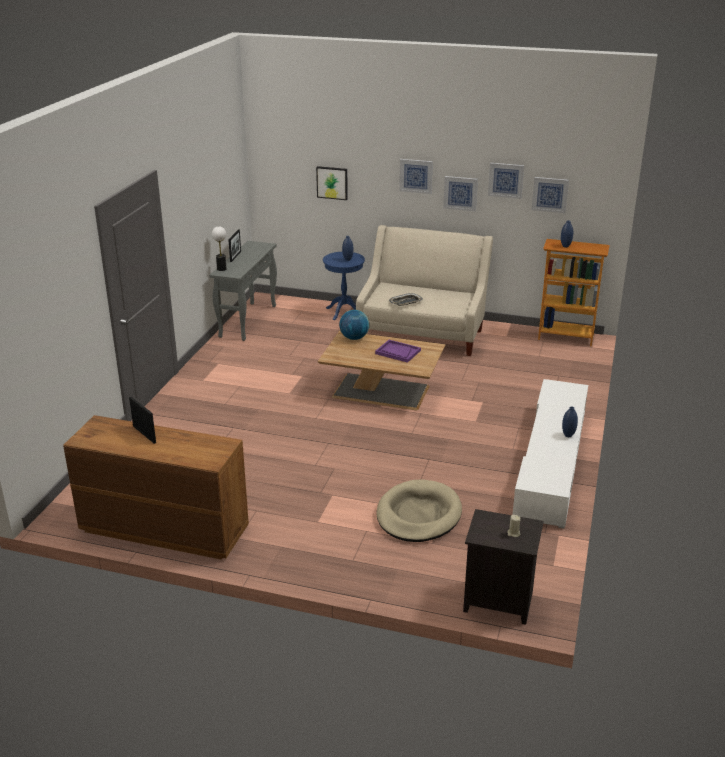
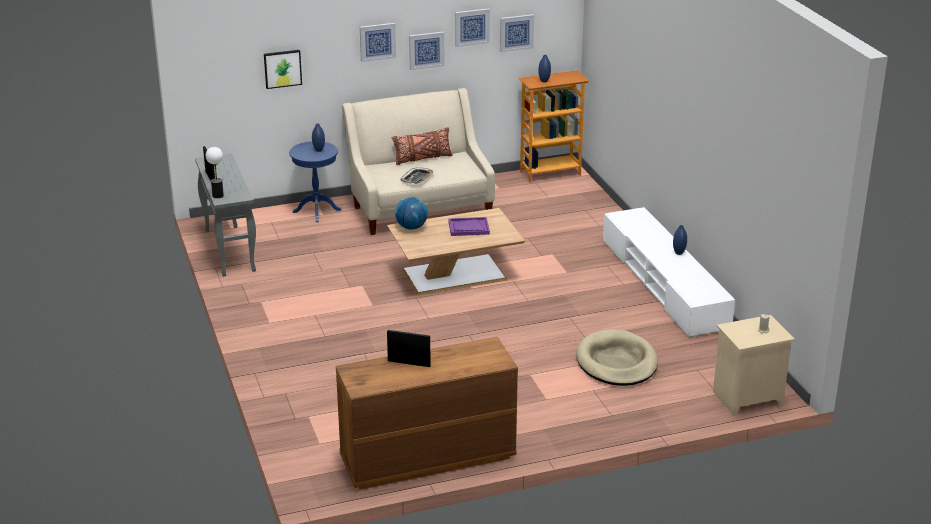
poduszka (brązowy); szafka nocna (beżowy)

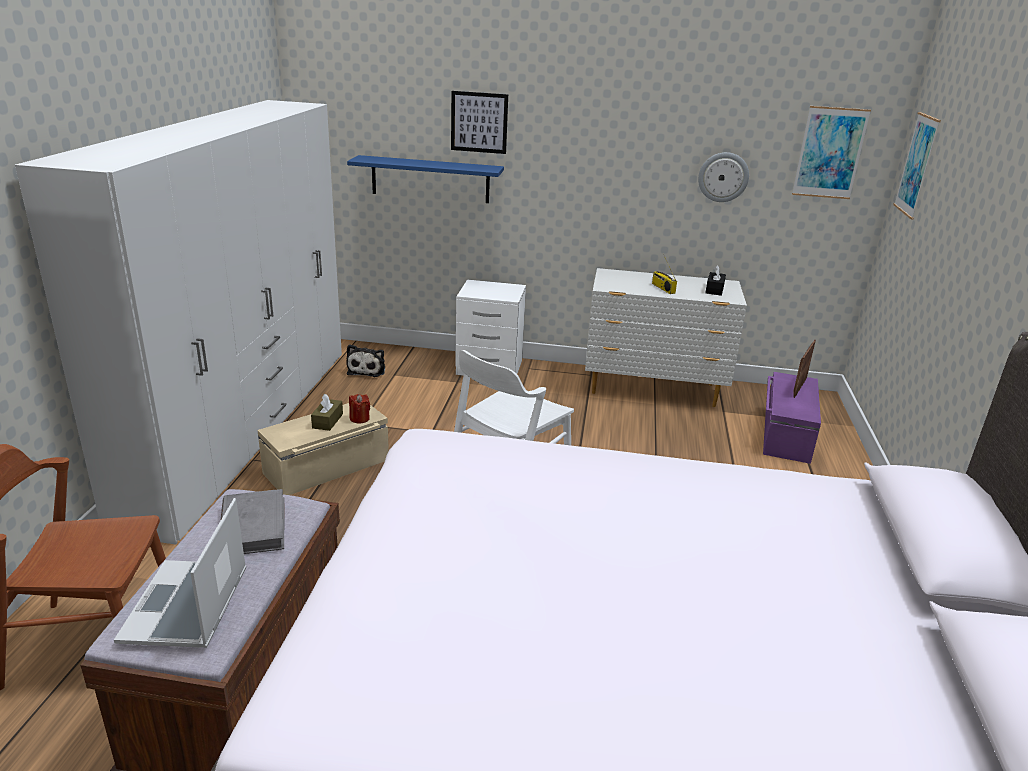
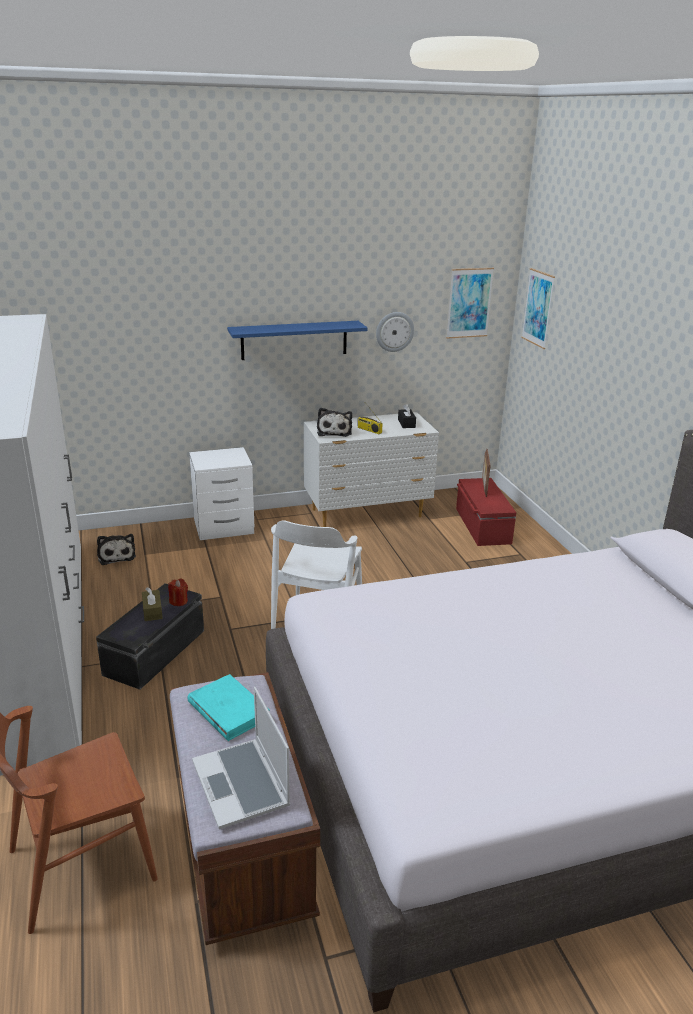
pojemnik do przechowywania (czarny); książka (turkusowy); półka (niebieski); pluszak (no. 2 from left); pojemnik do przechowywania (czerwony); obraz (no. 1 from left in the first image)

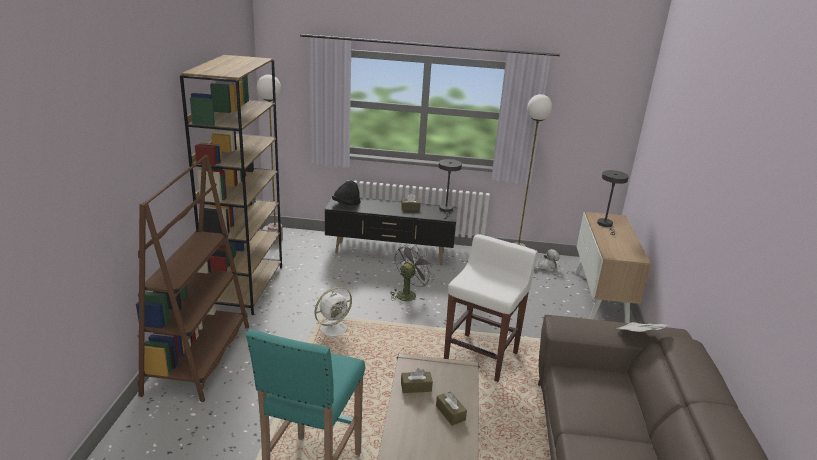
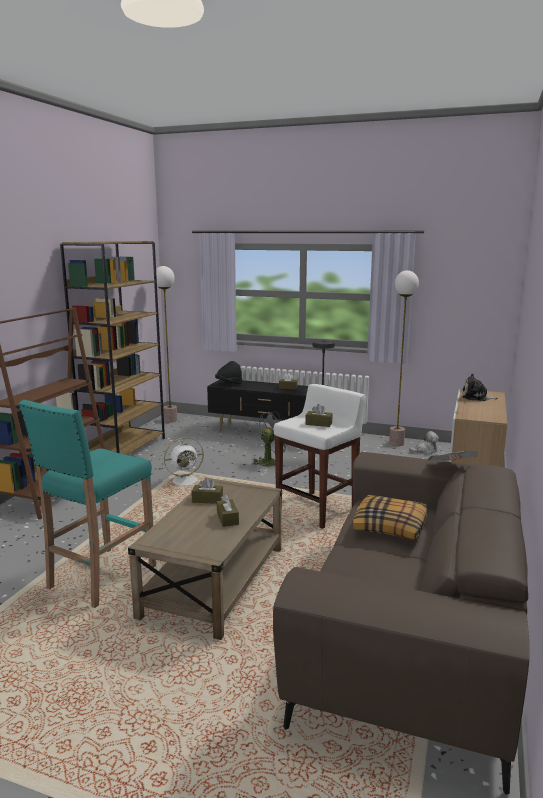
pudełko chusteczek (brązowy) (no. 4 from left); poduszka; pluszak (no. 2 from left)

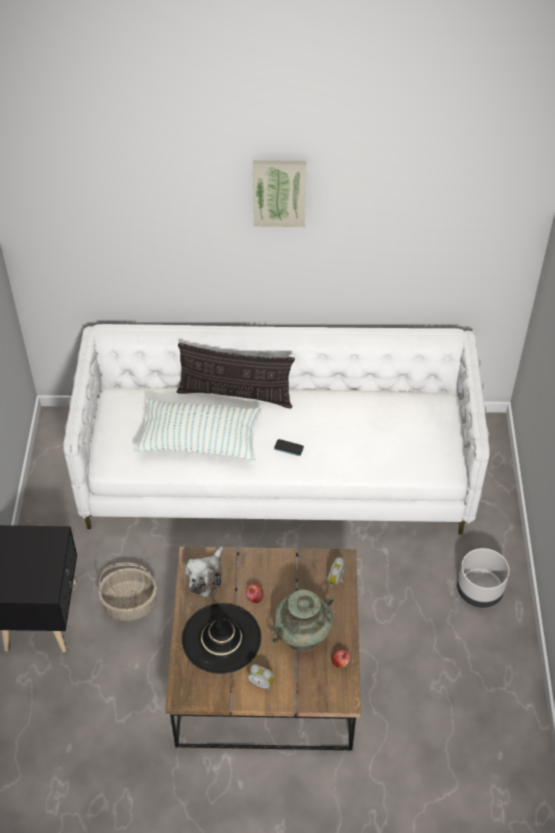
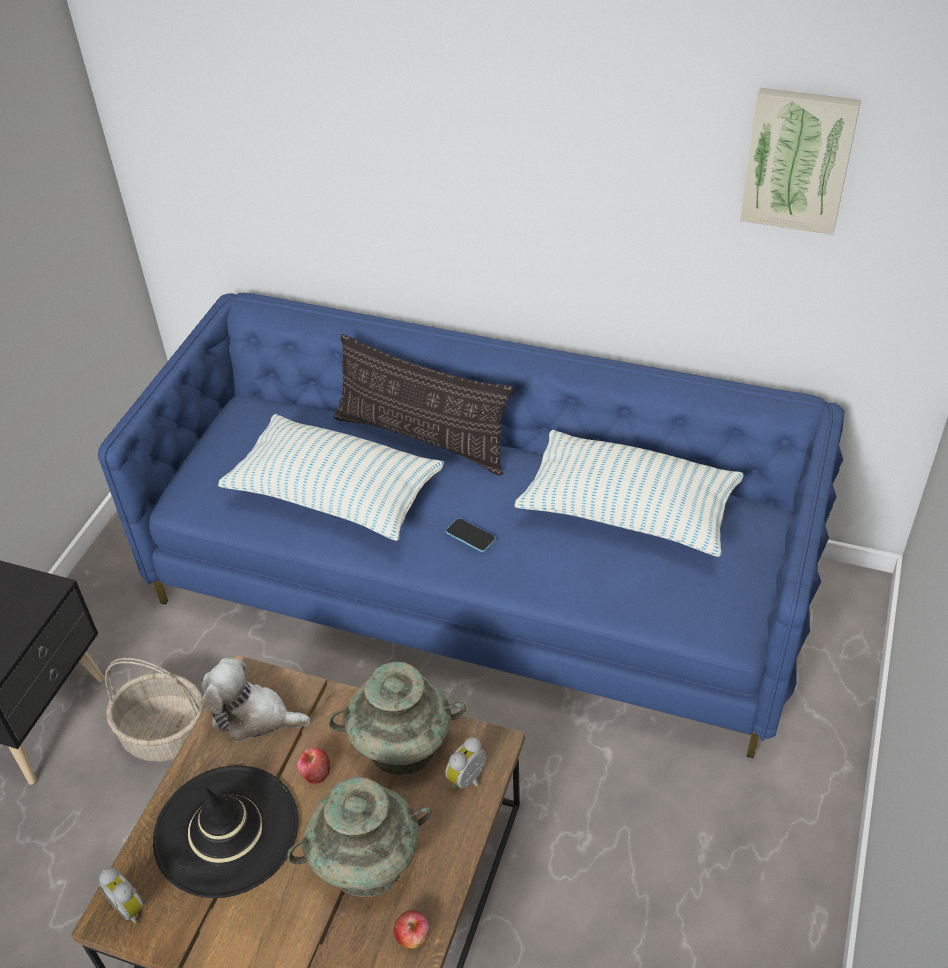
kanapa (niebieski); budzik (no. 1 from left); pluszak; wazon (turkusowy) (no. 2 from left); poduszka (no. 3 from left); obraz; donica (szary)

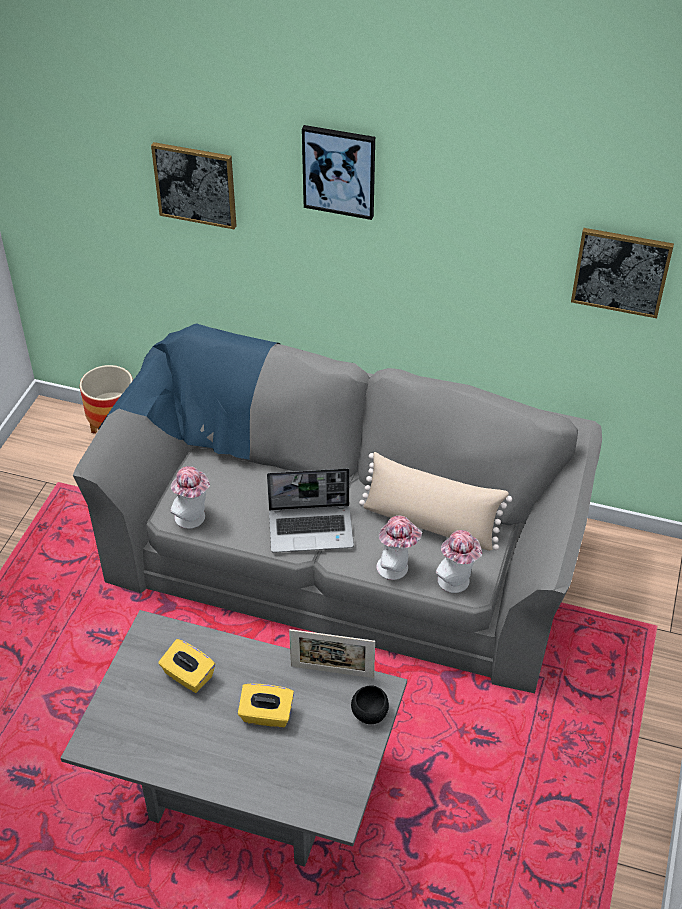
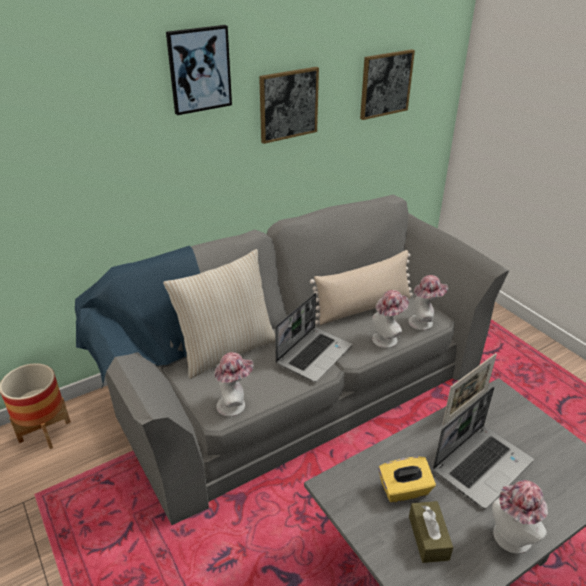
poduszka (beżowy) (no. 1 from left); obraz (no. 2 from left); pudełko chusteczek (brązowy); laptop (no. 2 from left); kapelusz (no. 4 from left); miska (czarny)

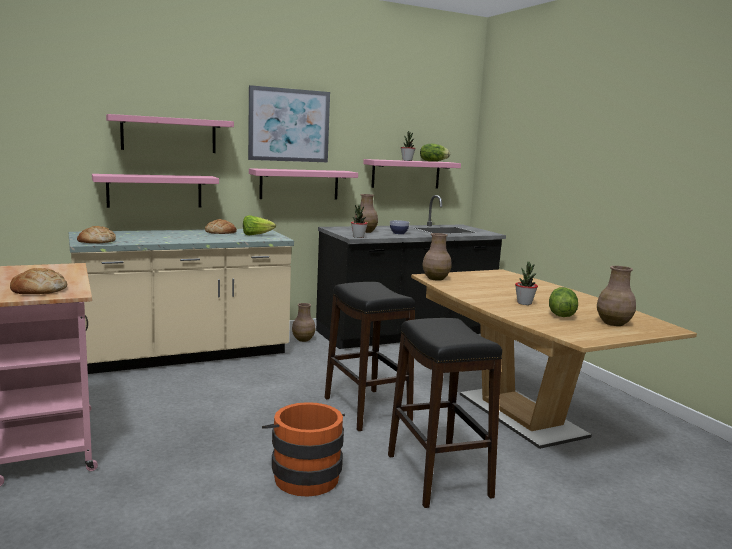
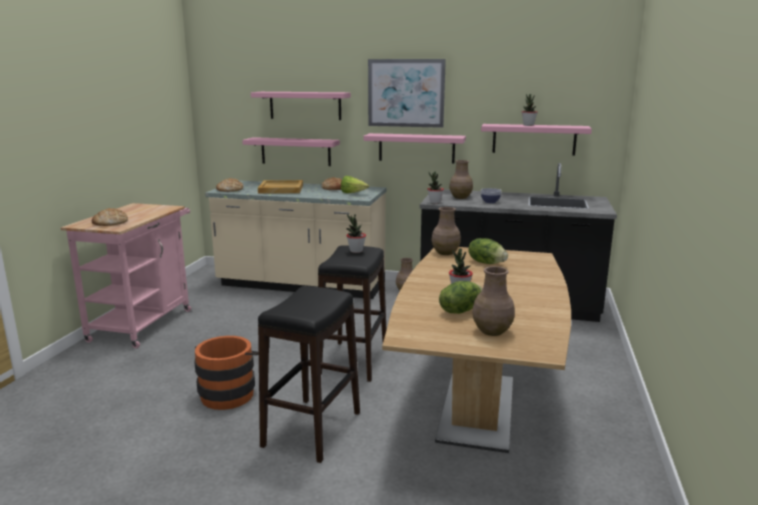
taca (beżowy); roślina doniczkowa (no. 1 from left); sałata (no. 3 from left)

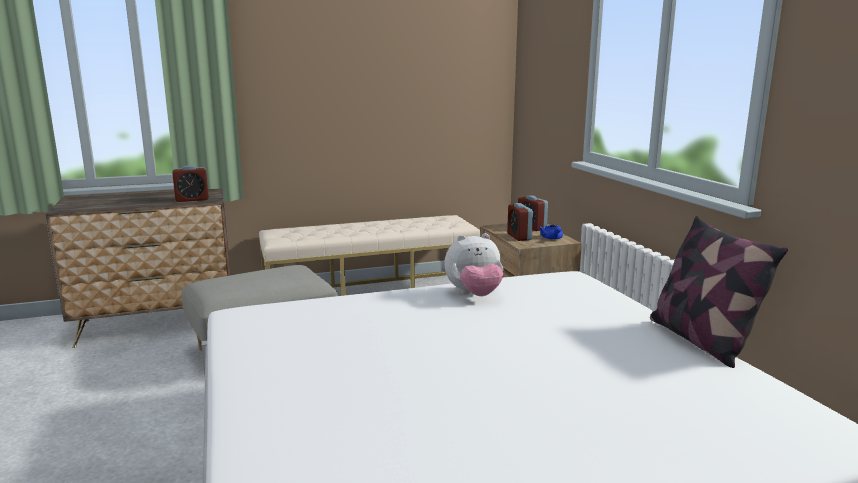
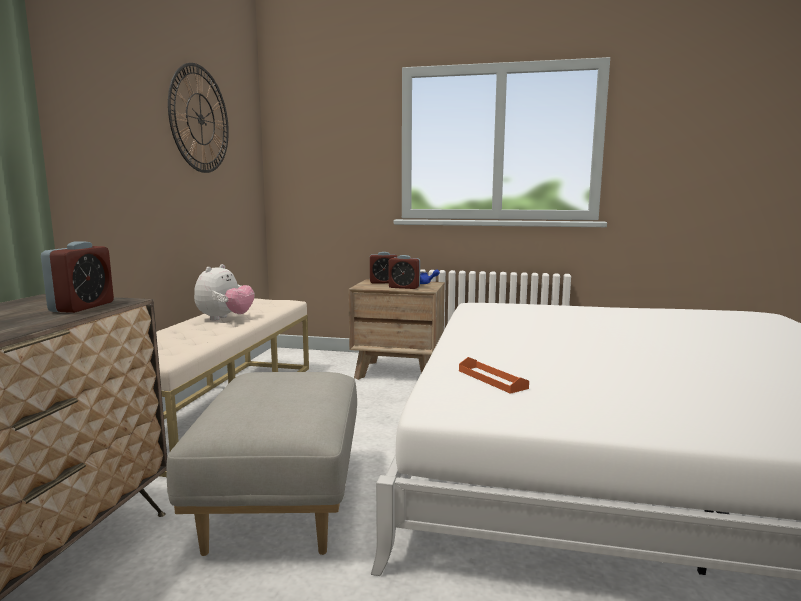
zegar ścienny; pluszak; taca (pomarańczowy); poduszka

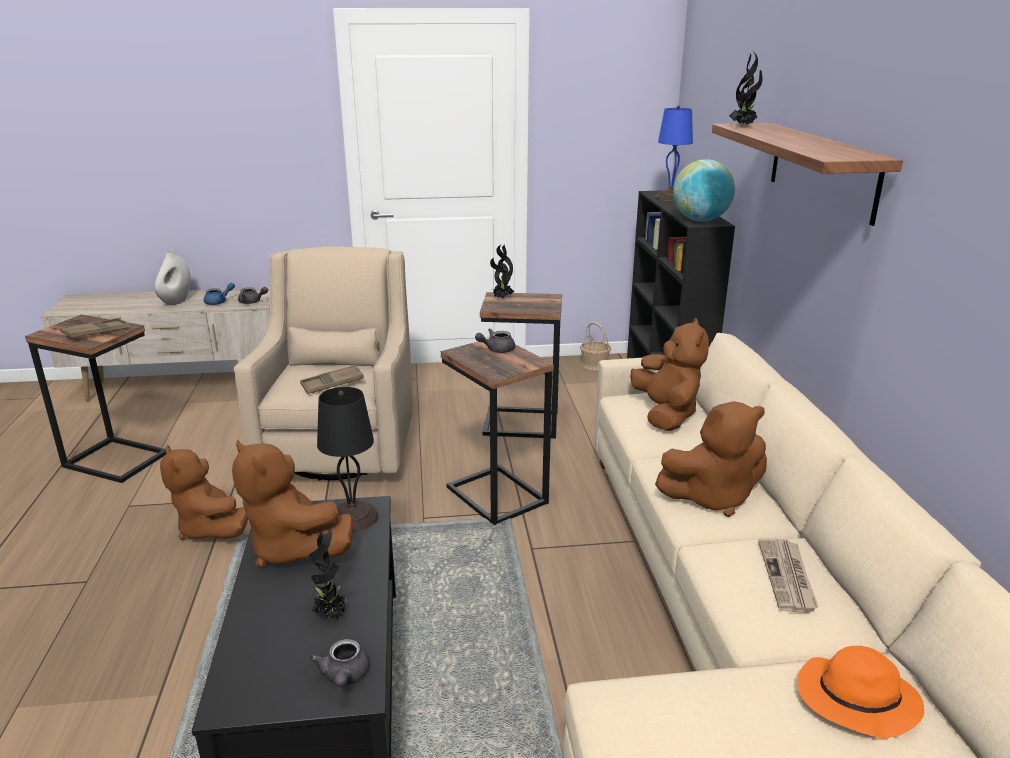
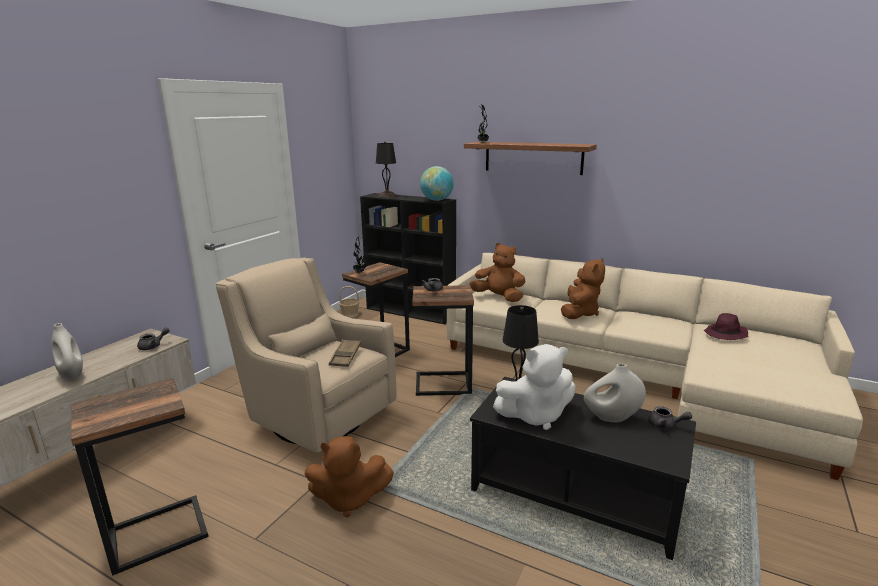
lampa stołowa (czarny) (no. 1 from left); pluszak (biały); wazon (biały) (no. 2 from left); kapelusz (fioletowy); taca (brązowy) (no. 1 from left in the first image); imbryk (niebieski); gazeta

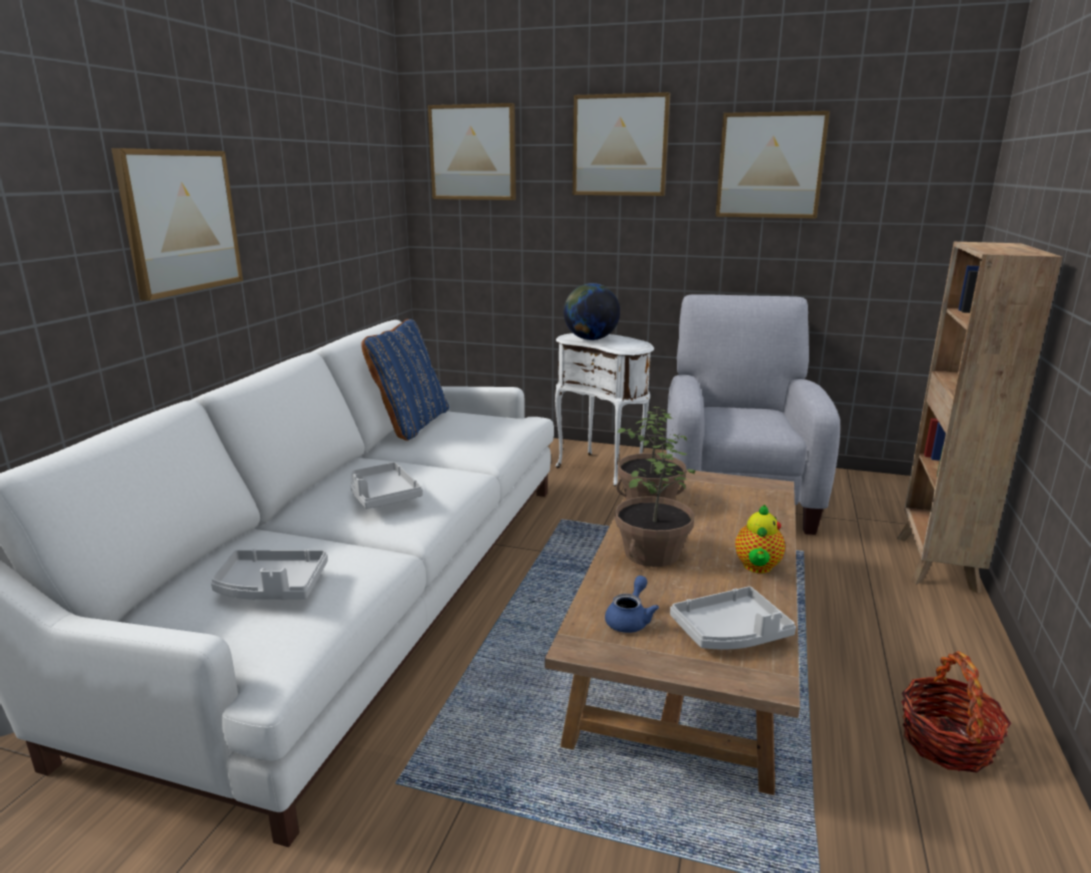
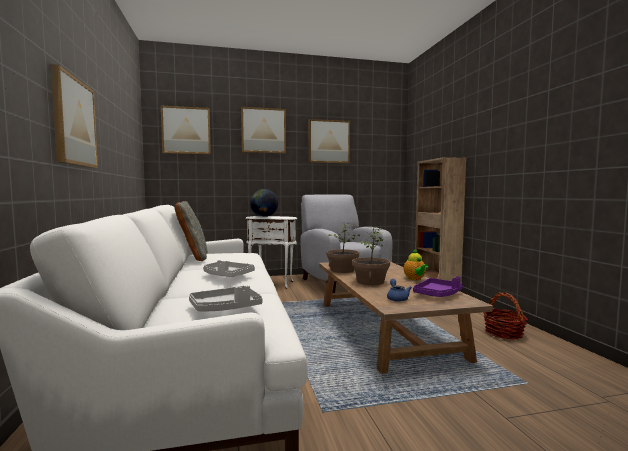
poduszka (szary); taca (fioletowy)

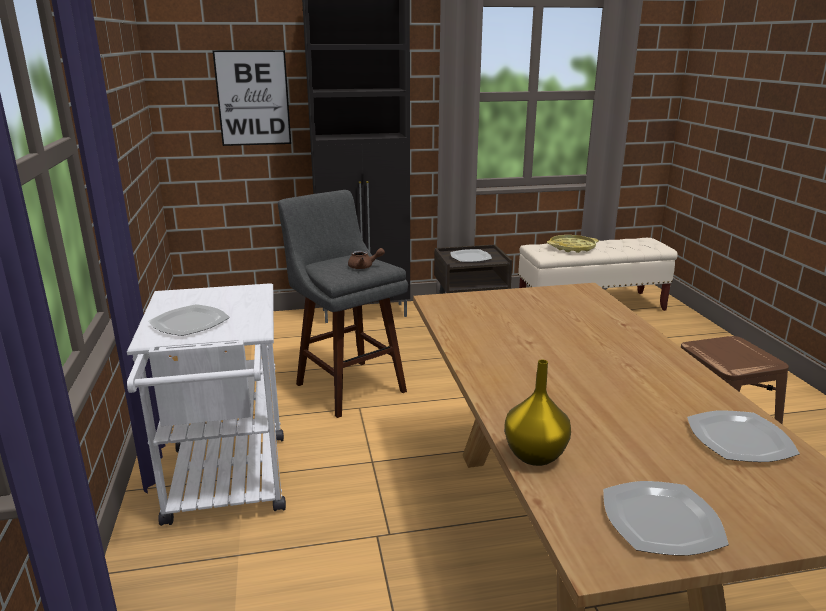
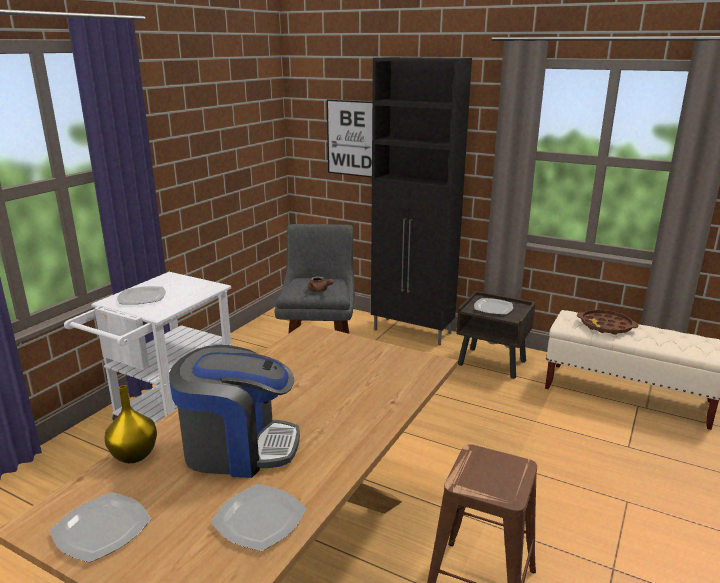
ekspres do kawy; taca (brązowy)

